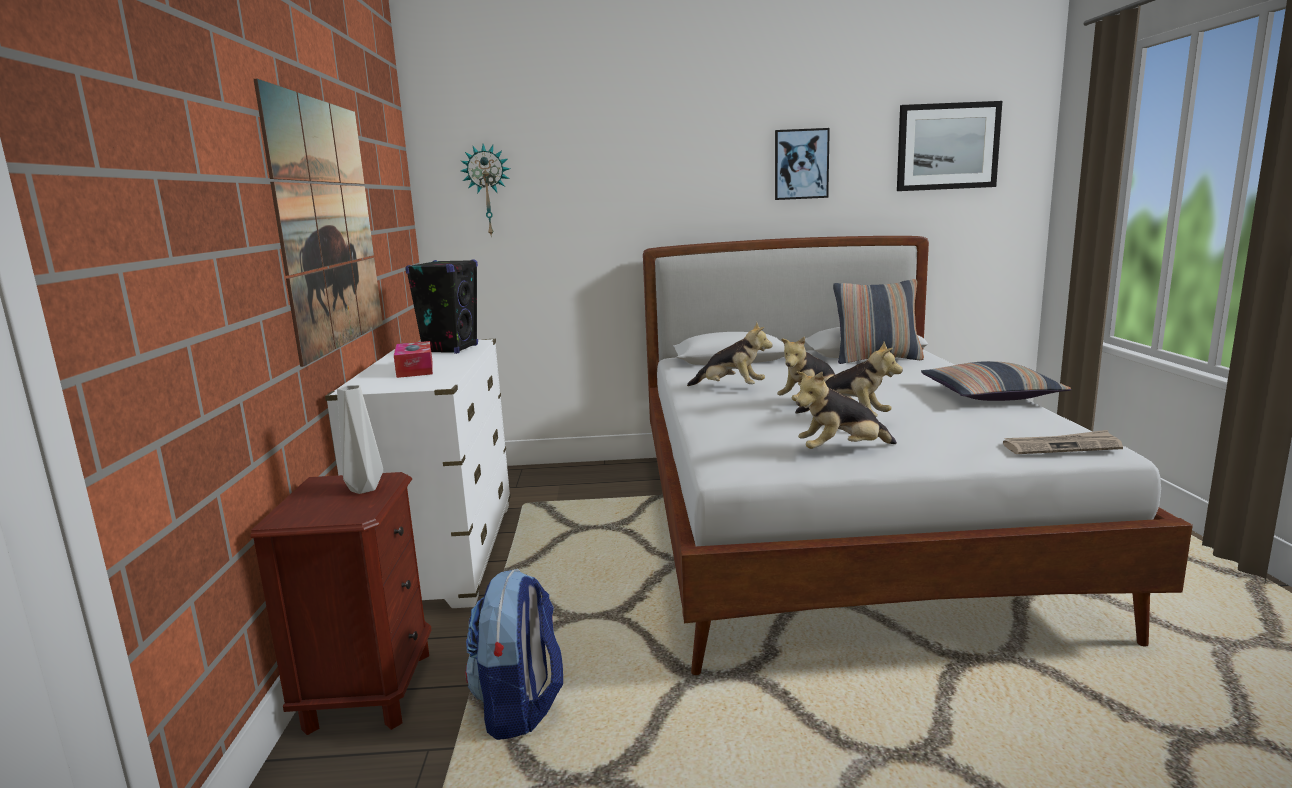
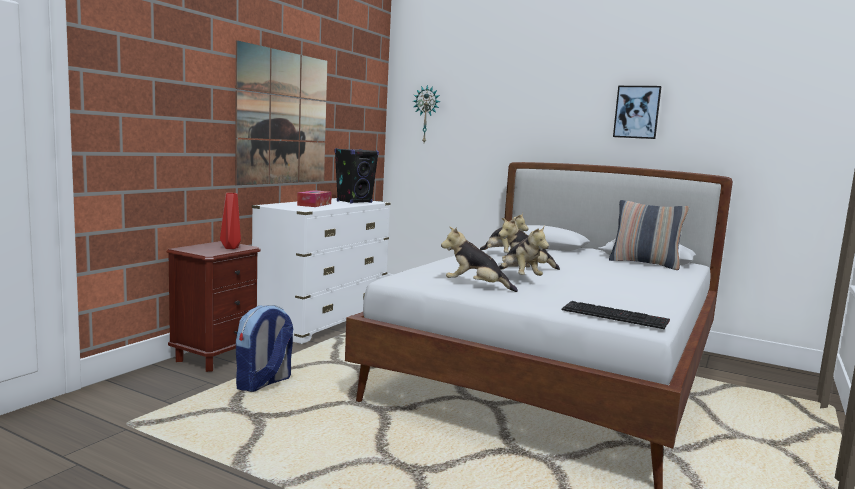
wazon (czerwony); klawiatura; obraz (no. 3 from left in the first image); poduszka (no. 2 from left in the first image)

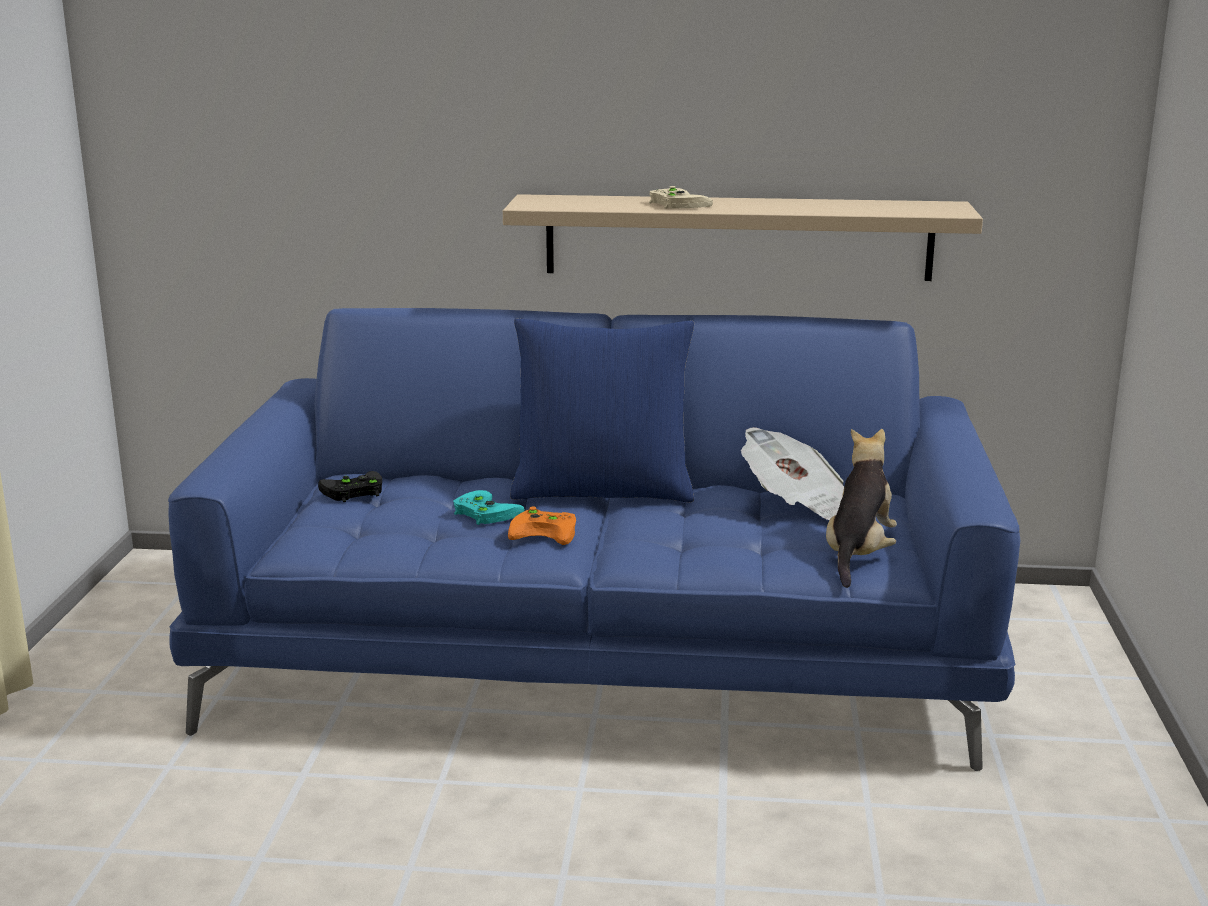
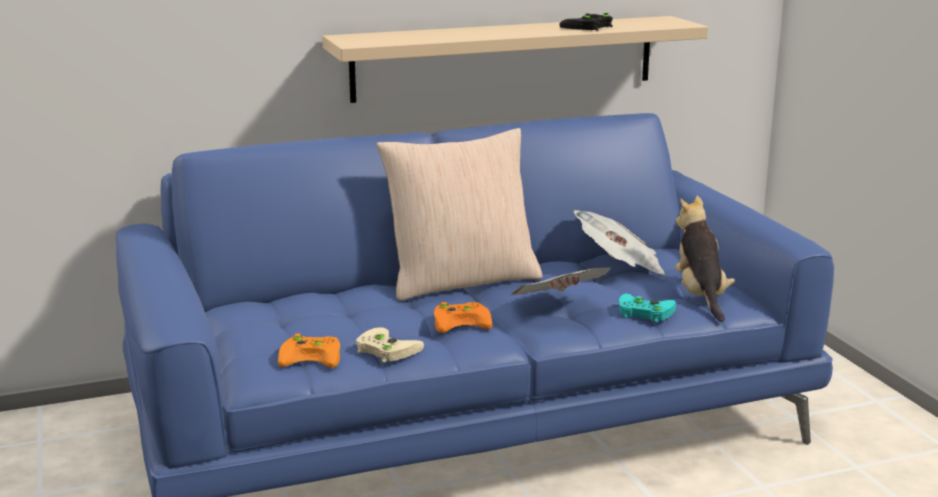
pad do gier (pomarańczowy) (no. 1 from left); pad do gier (beżowy); poduszka (beżowy); gazeta (no. 1 from left); pad do gier (czarny); pad do gier (turkusowy)

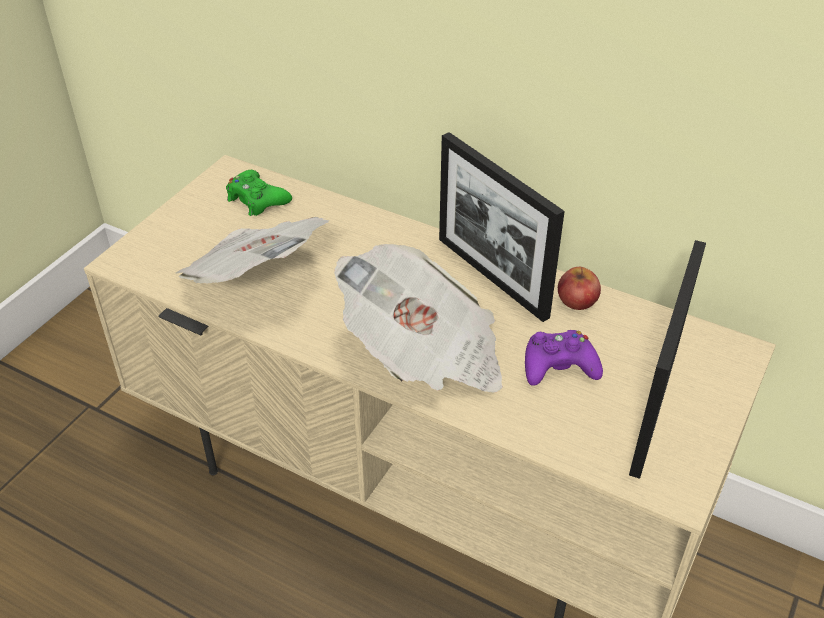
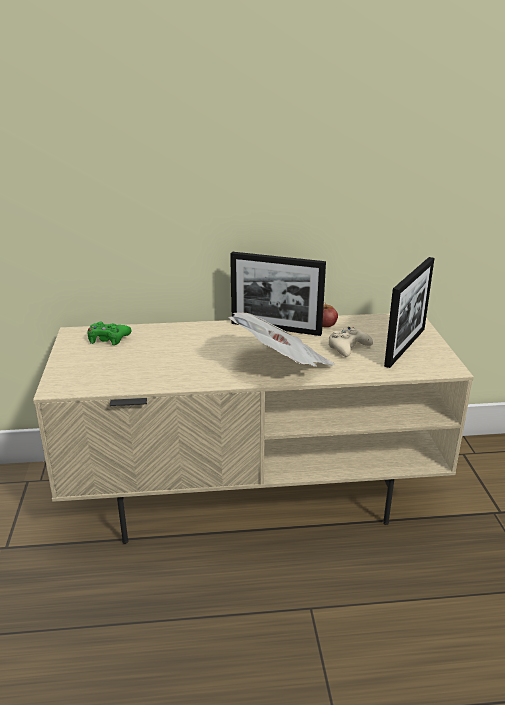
pad do gier (beżowy); ramka na zdjęcie (no. 2 from left); gazeta (no. 1 from left in the first image)

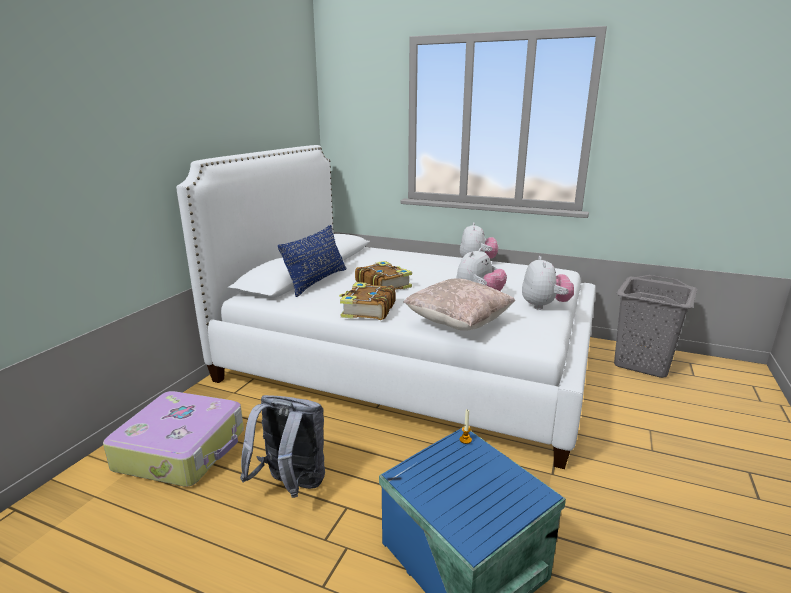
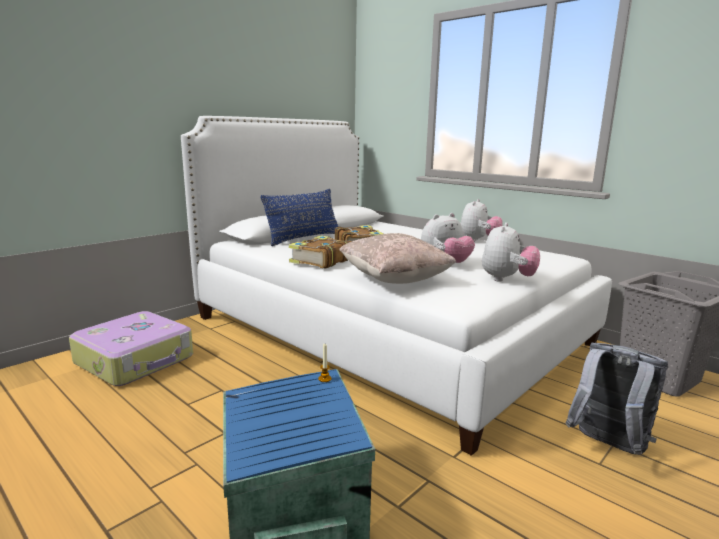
plecak (szary)

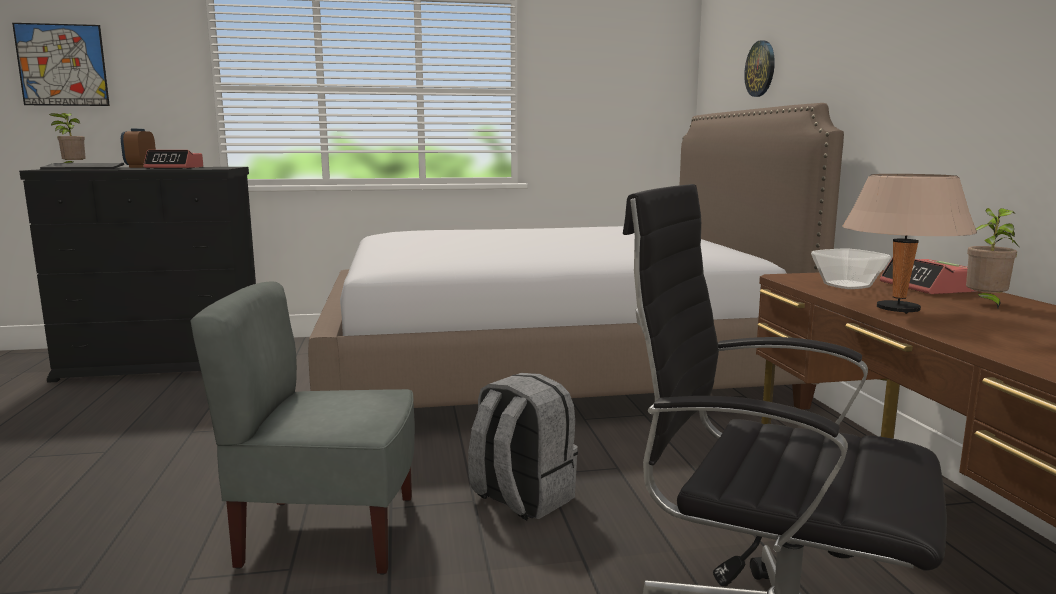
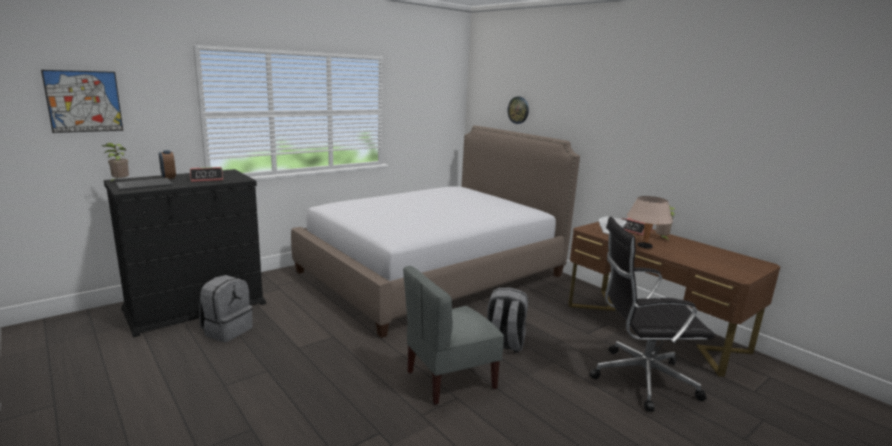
plecak (szary) (no. 1 from left)

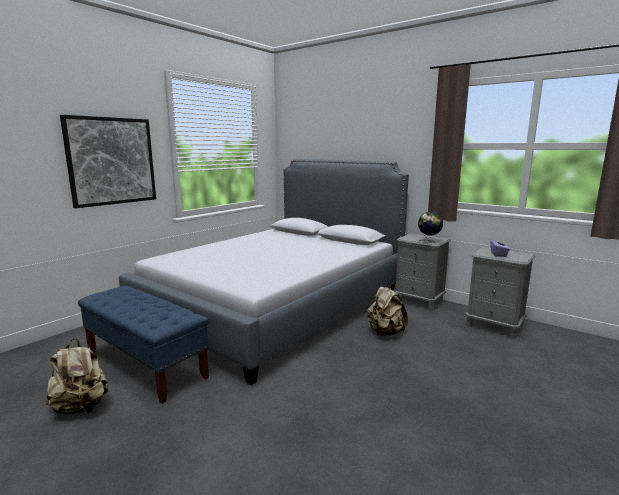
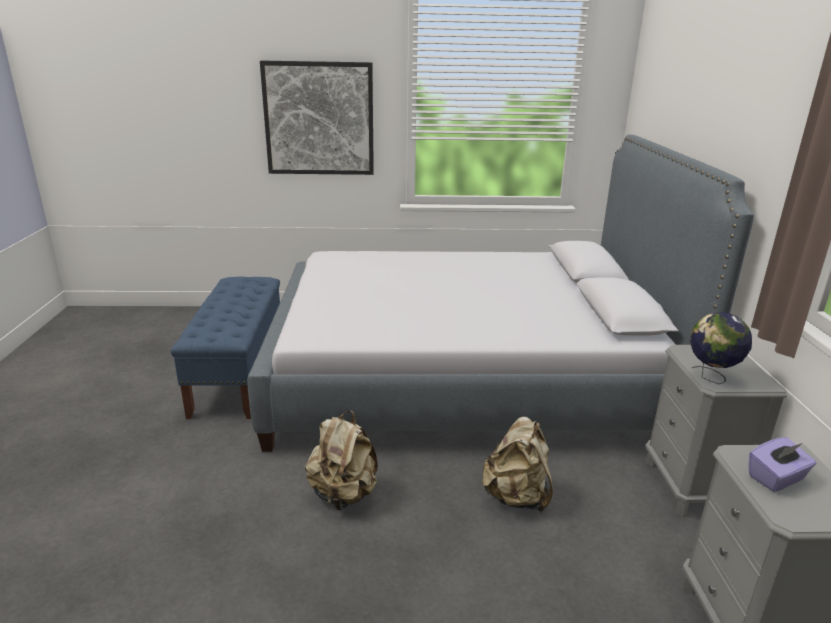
plecak (beżowy) (no. 1 from left)

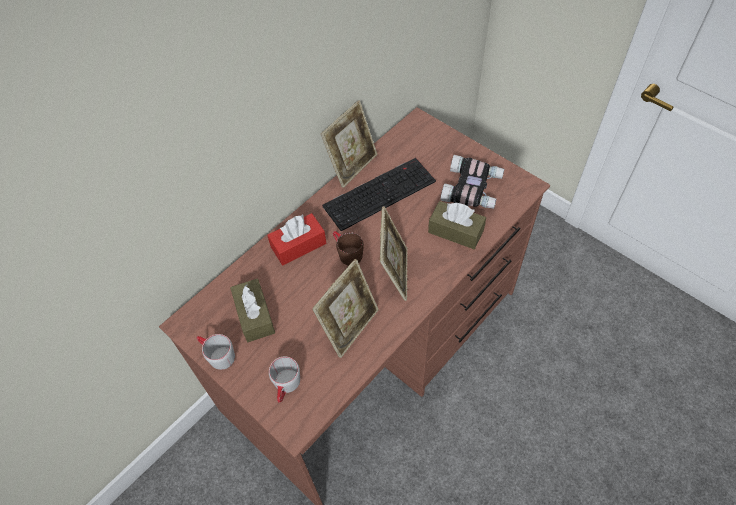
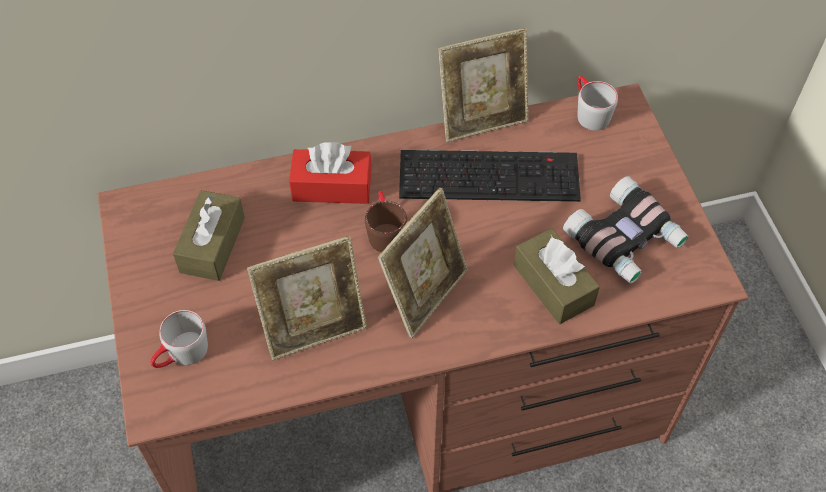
kubek (szary) (no. 2 from left)

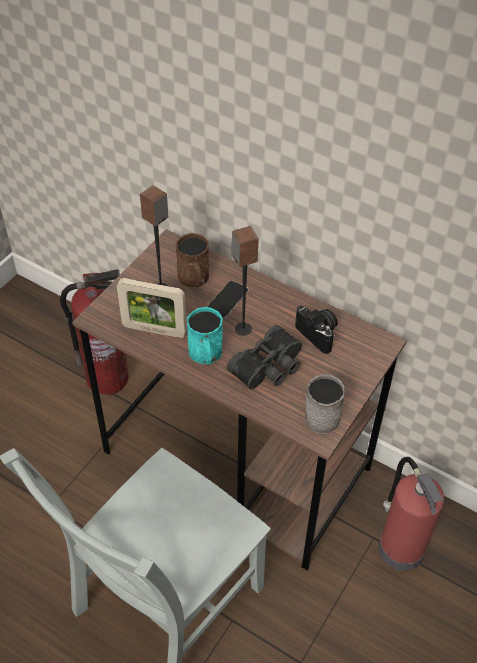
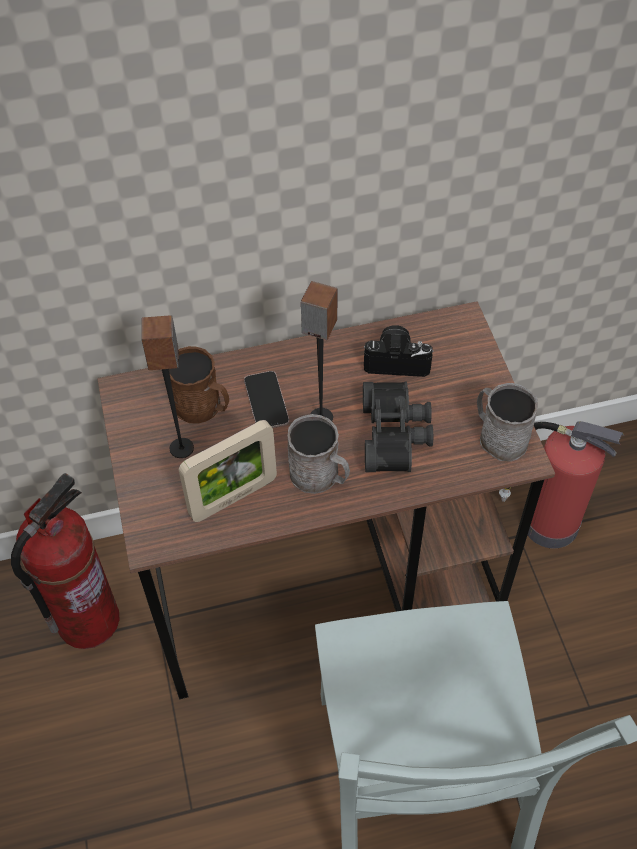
kubek (szary) (no. 1 from left)

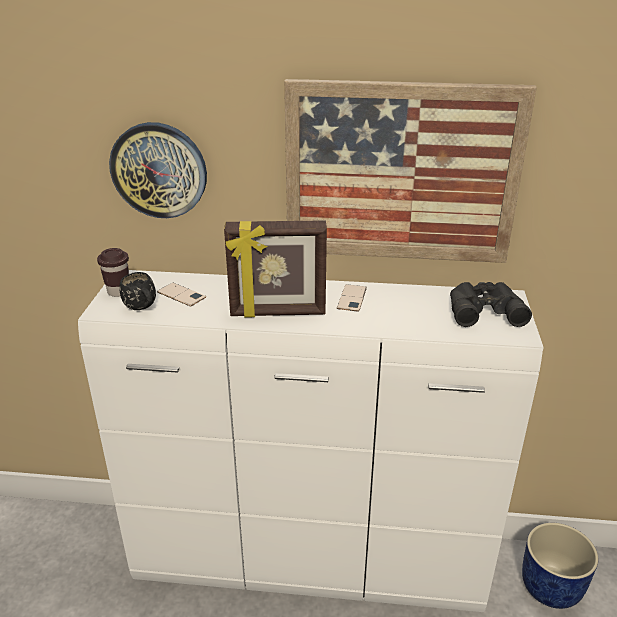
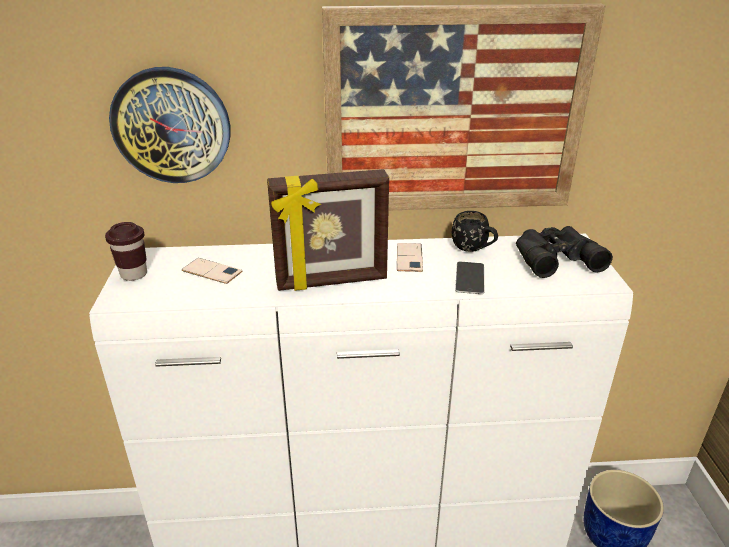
kubek (czarny); telefon (no. 3 from left)

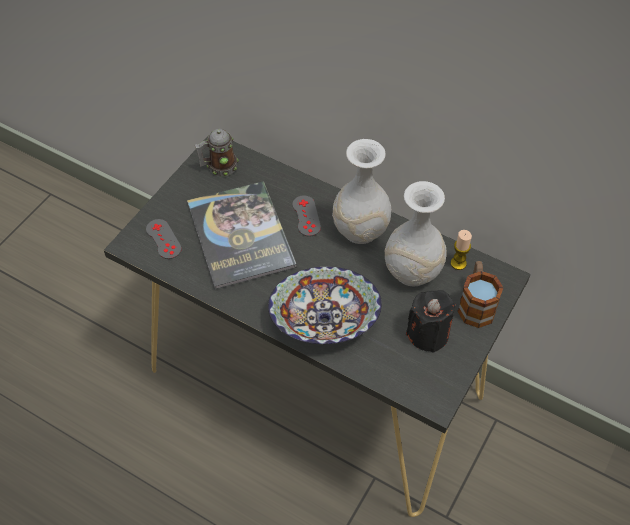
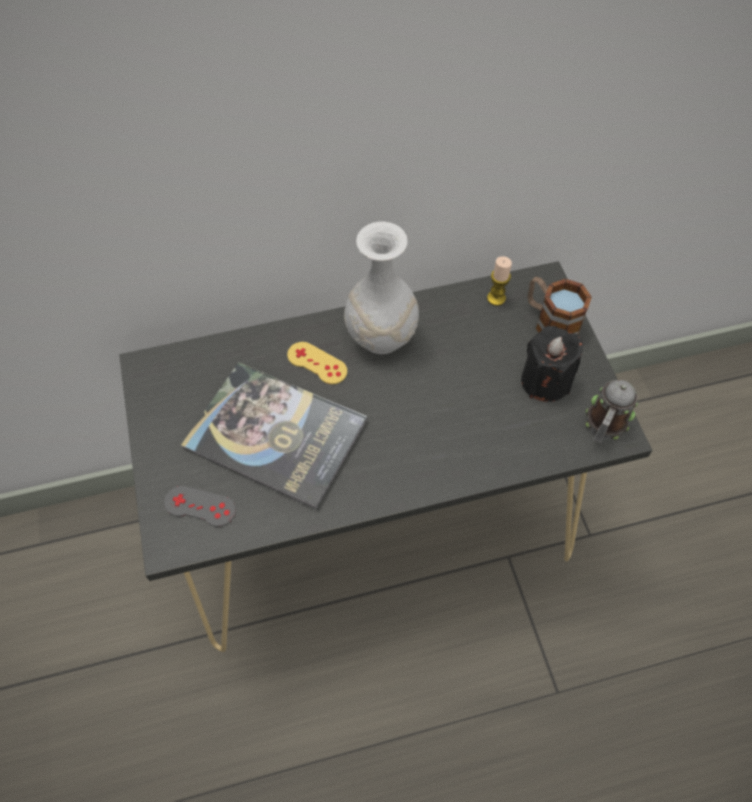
pad do gier (żółty); kubek (no. 2 from left); miska; wazon (biały) (no. 2 from left in the first image)

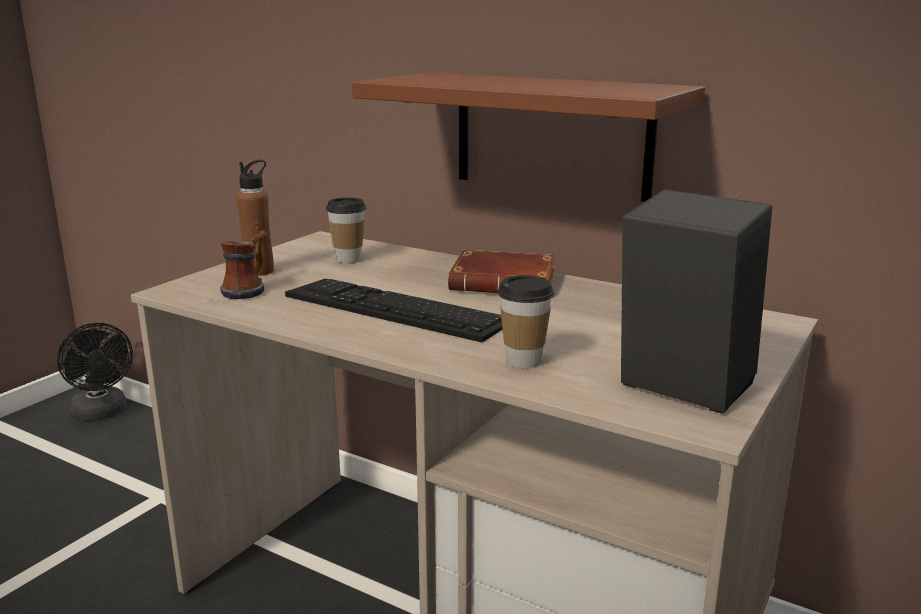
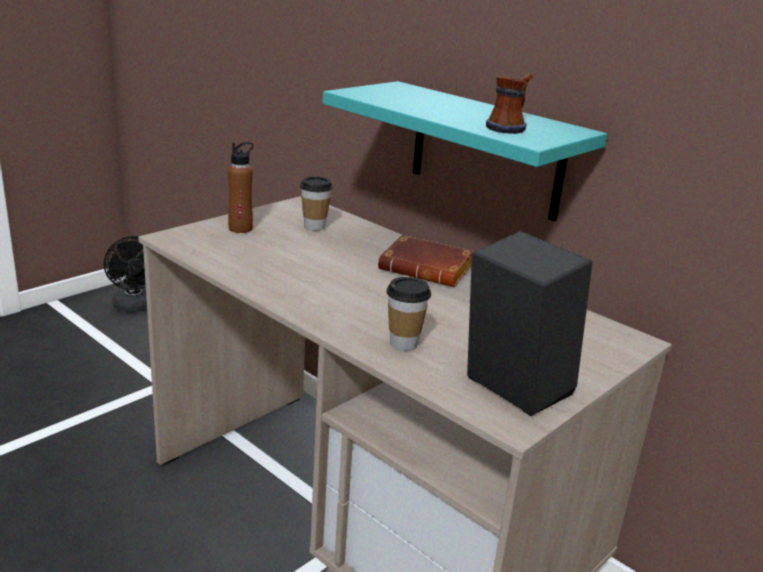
półka (turkusowy); kubek; klawiatura

